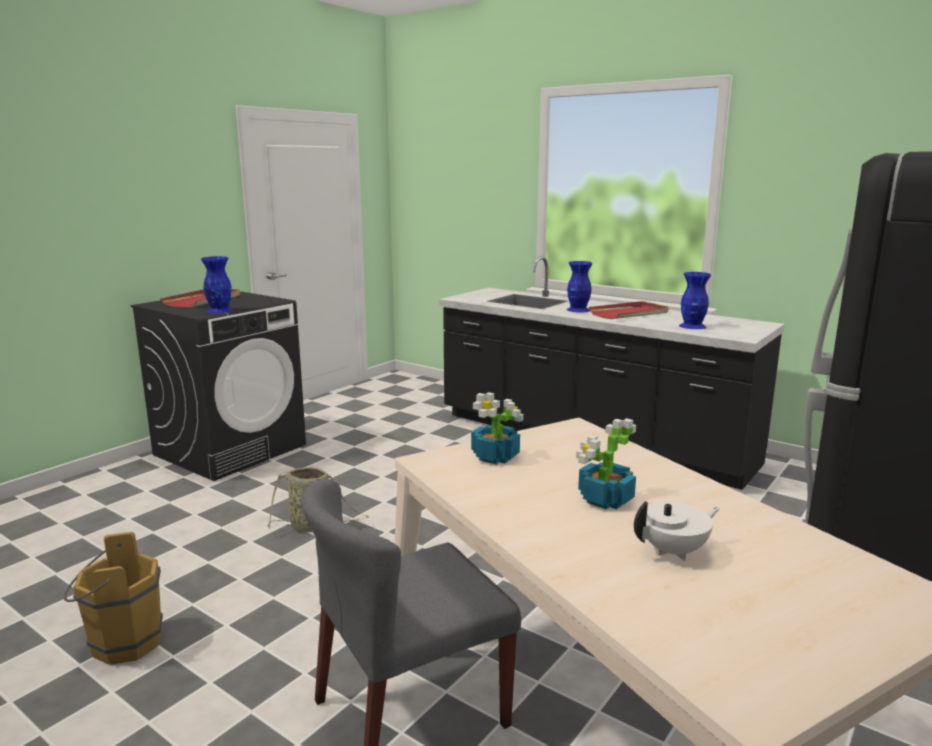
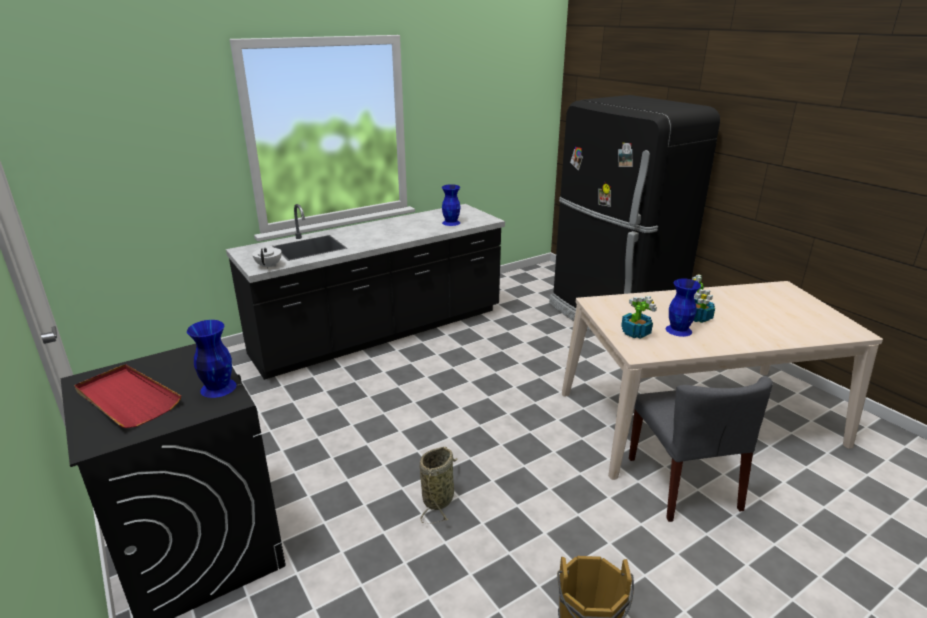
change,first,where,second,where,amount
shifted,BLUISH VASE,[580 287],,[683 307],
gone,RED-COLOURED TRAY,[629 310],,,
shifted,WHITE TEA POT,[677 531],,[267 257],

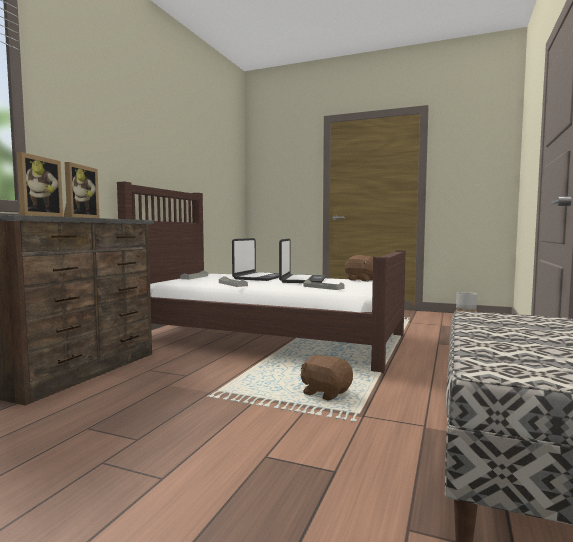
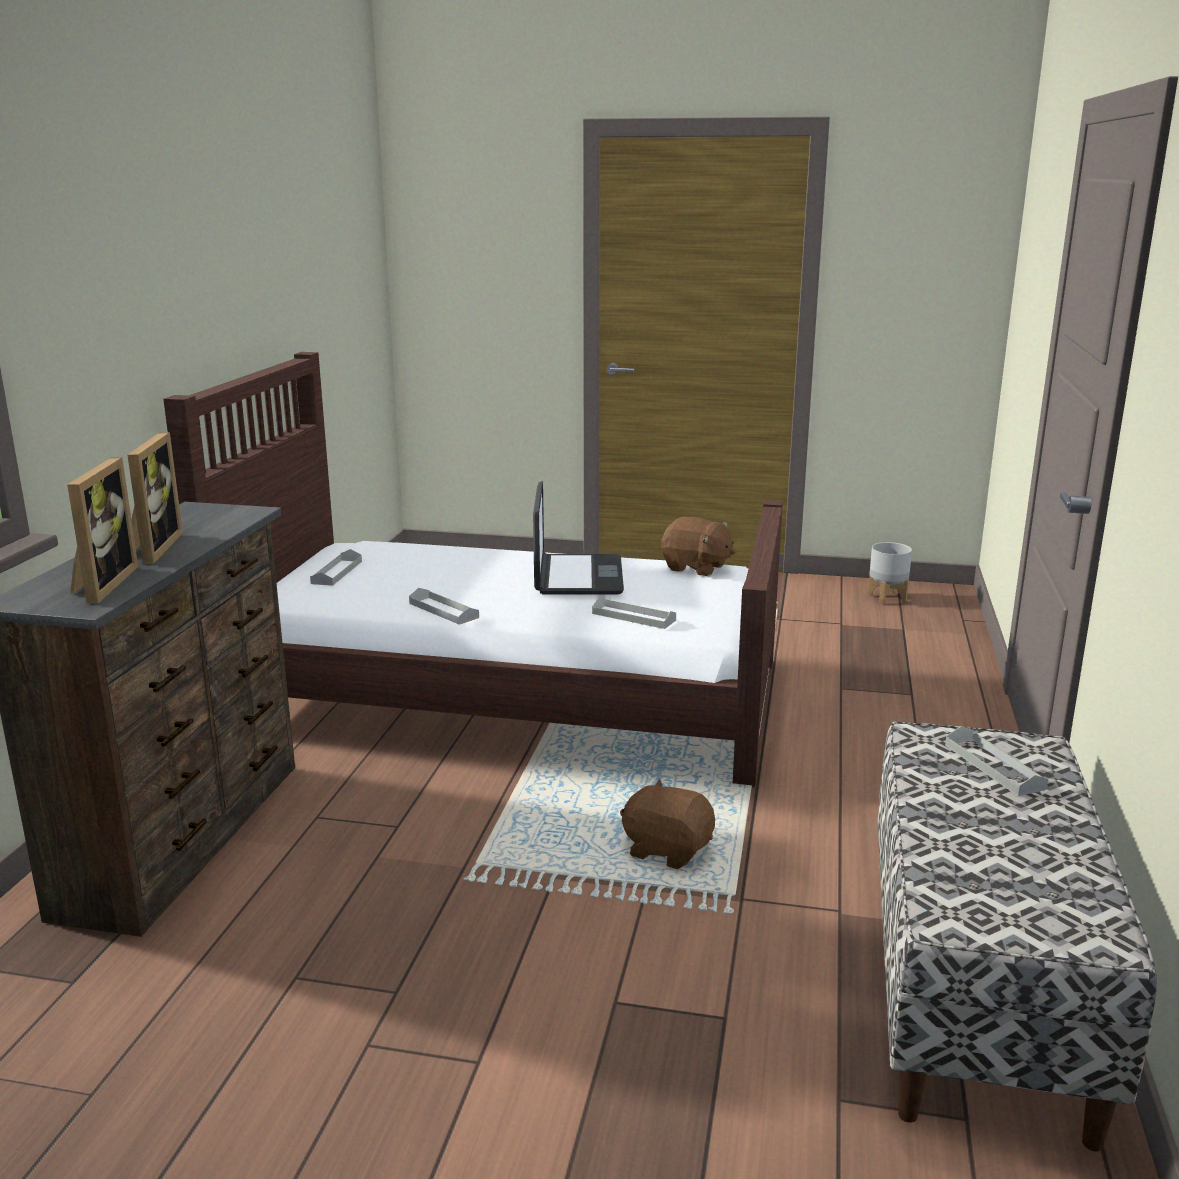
change,first,where,second,where,amount
gone,NOTEBOOK COMPUTER,[255 259],,,
new,,,GRAY TRAY,[996 761],

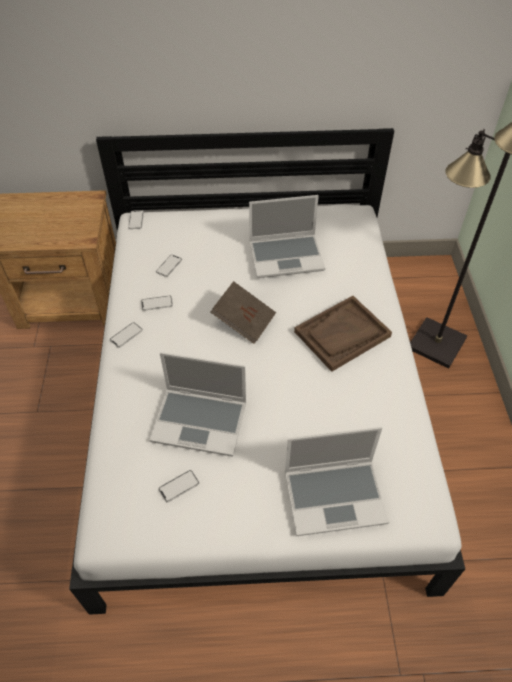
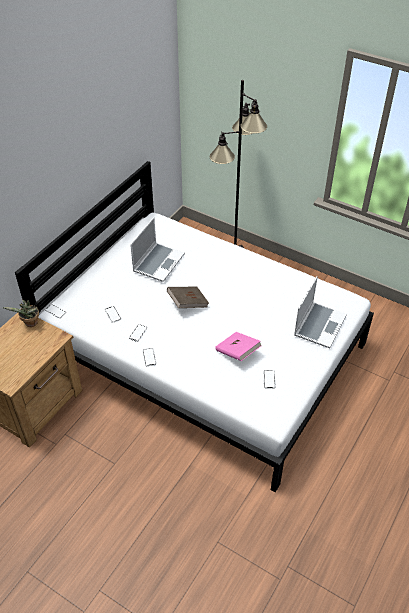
change,first,where,second,where,amount
gone,BROWNISH TRAY,[343 334],,,
swapped,NOTEBOOK COMPUTER,[198 404],PINKISH BOOK,[239 346],
new,,,PLANT IN A POT,[20 313],

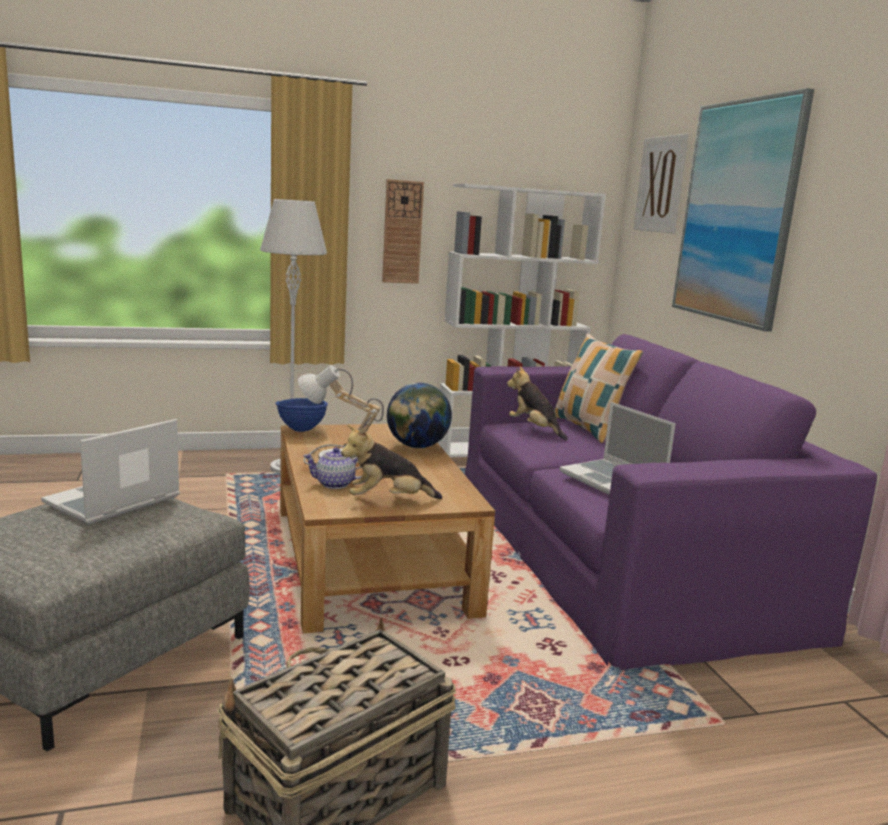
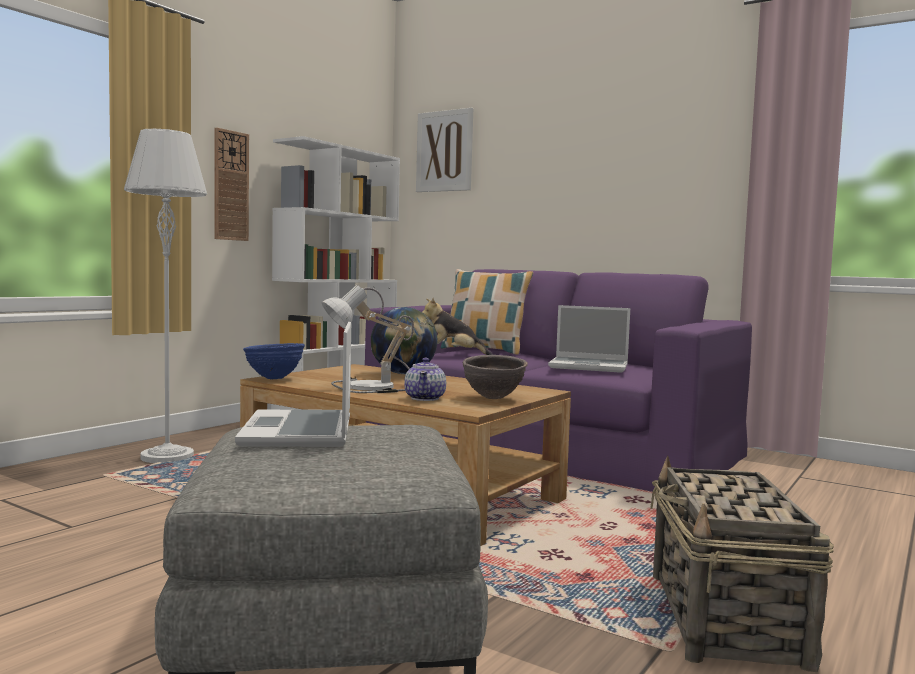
change,first,where,second,where,amount
gone,WALL PICTURE,[743 210],,,
swapped,SOFT TOY,[391 462],BROWNISH DEEP DISH,[495 377],
rotated,TEA POT,[332 468],,[425 379],45 degrees counterclockwise

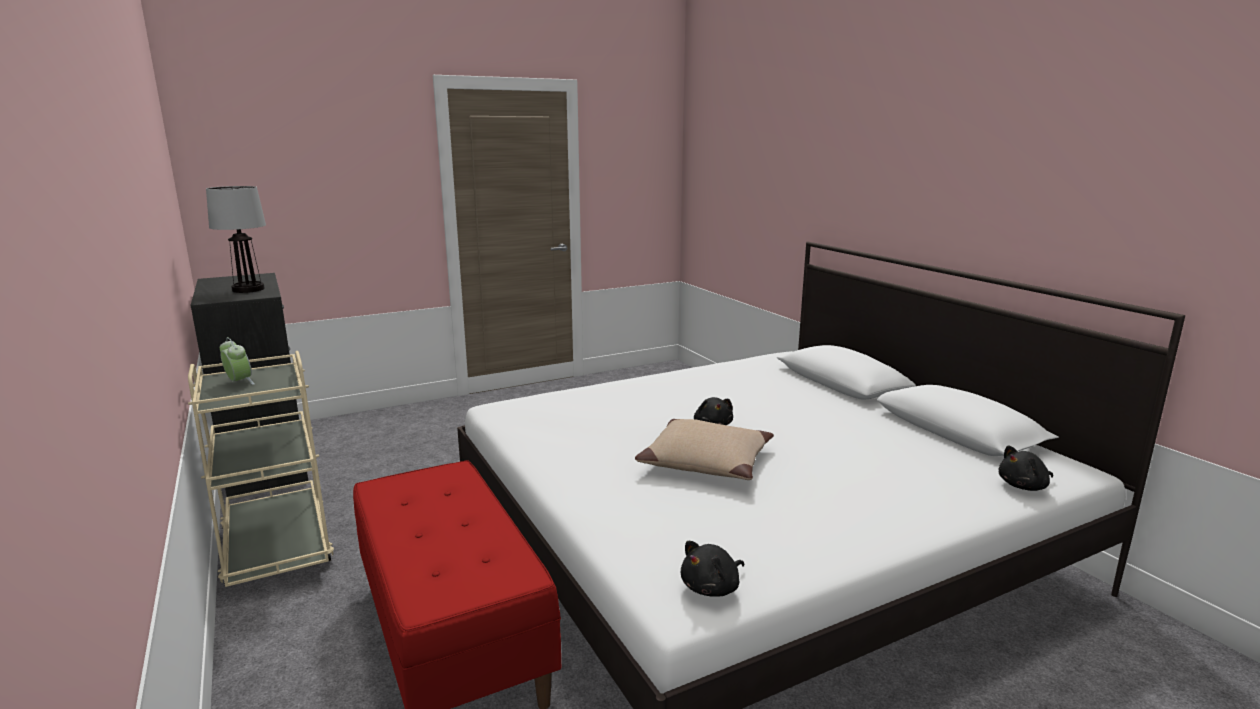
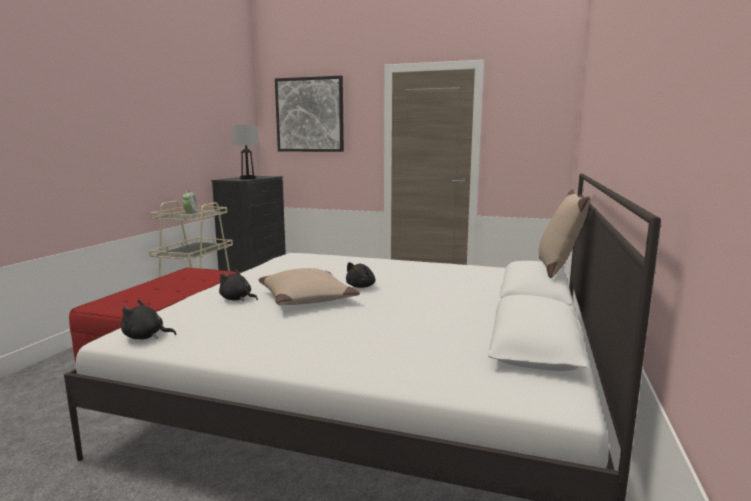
change,first,where,second,where,amount
shifted,BLACK SOFT TOY,[1026 468],,[238 285],
new,,,WALL PICTURE,[309 114],
new,,,SAND-COLOURED THROW PILLOW,[565 233],

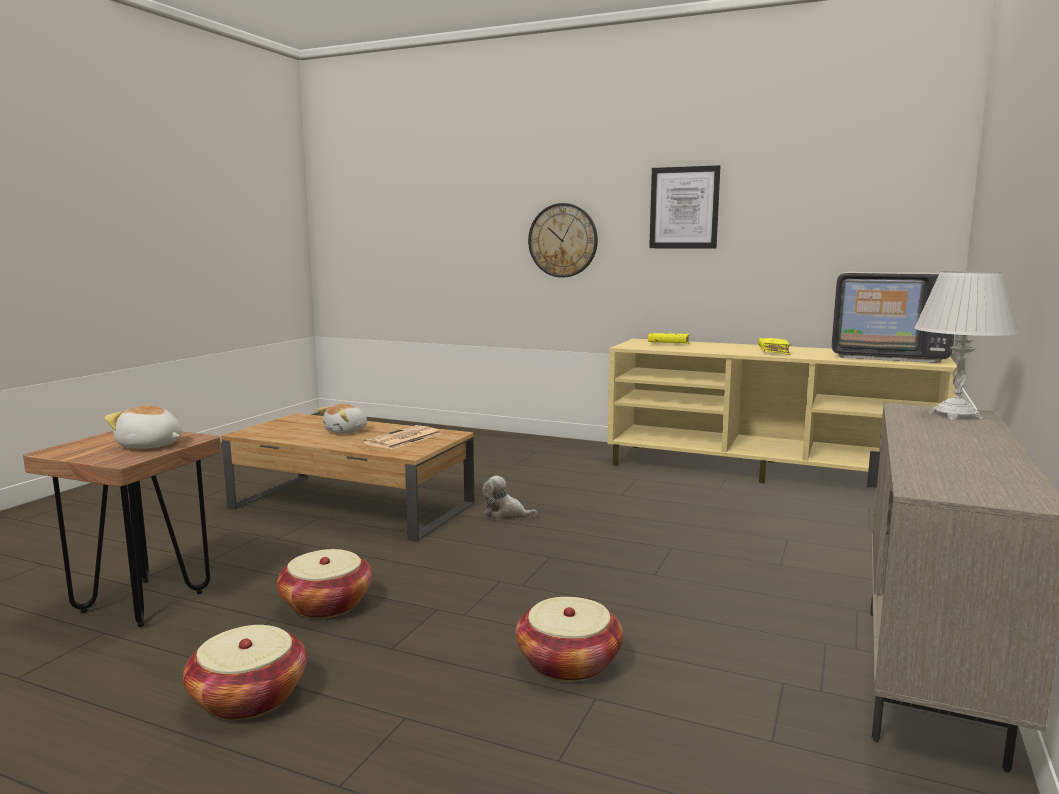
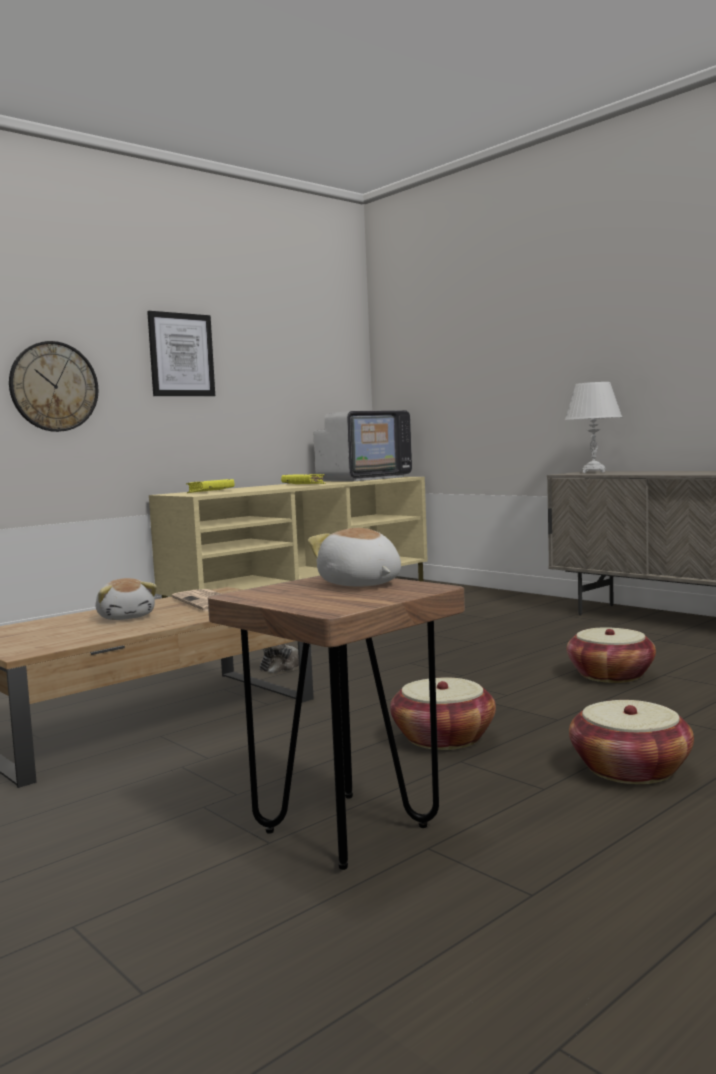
change,first,where,second,where,amount
rotated,SOFT TOY,[143 427],,[354 557],105 degrees clockwise

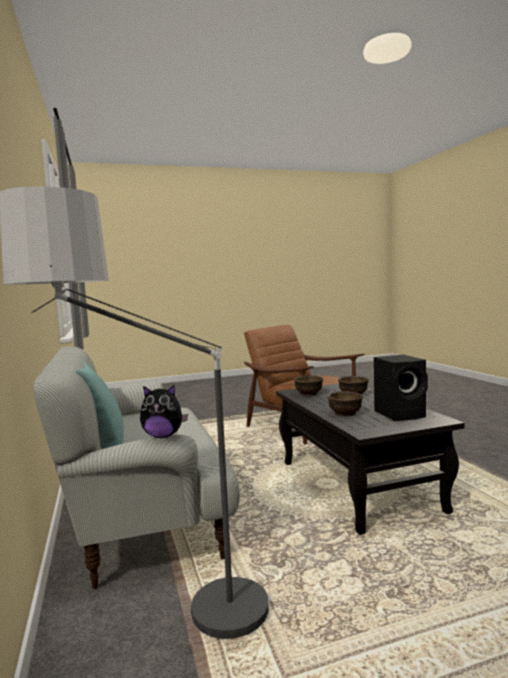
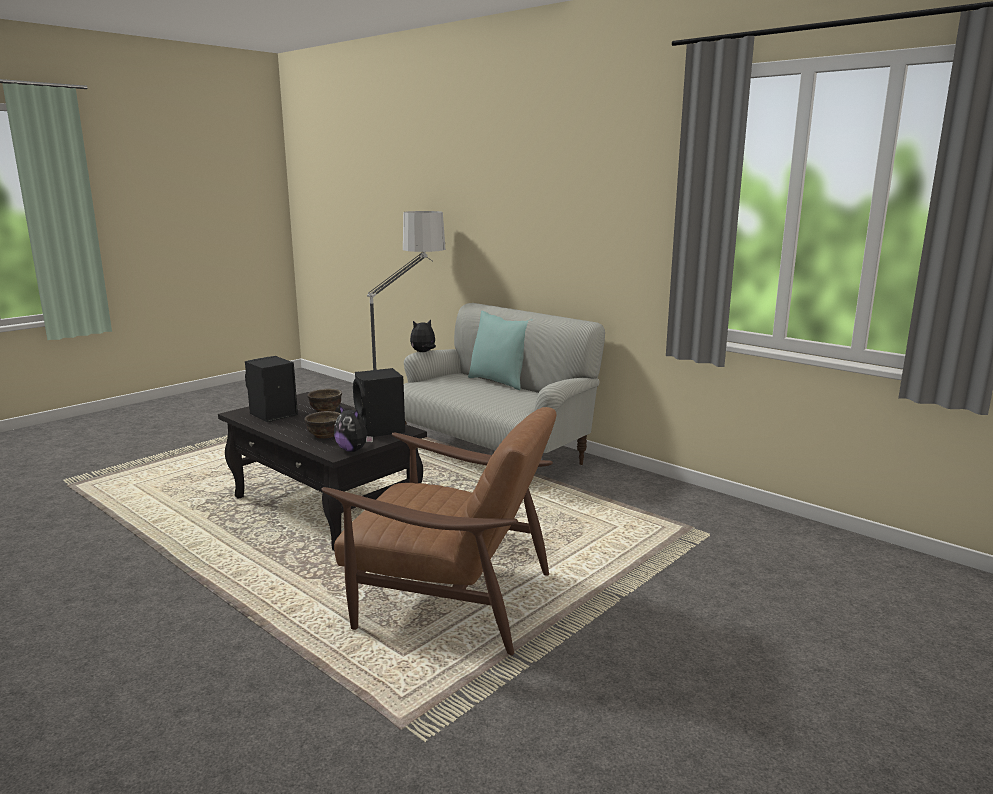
change,first,where,second,where,amount
swapped,BROWNISH DEEP DISH,[308 386],BLACK LOUDSPEAKER,[379 402],
new,,,SOFT TOY,[353 428],

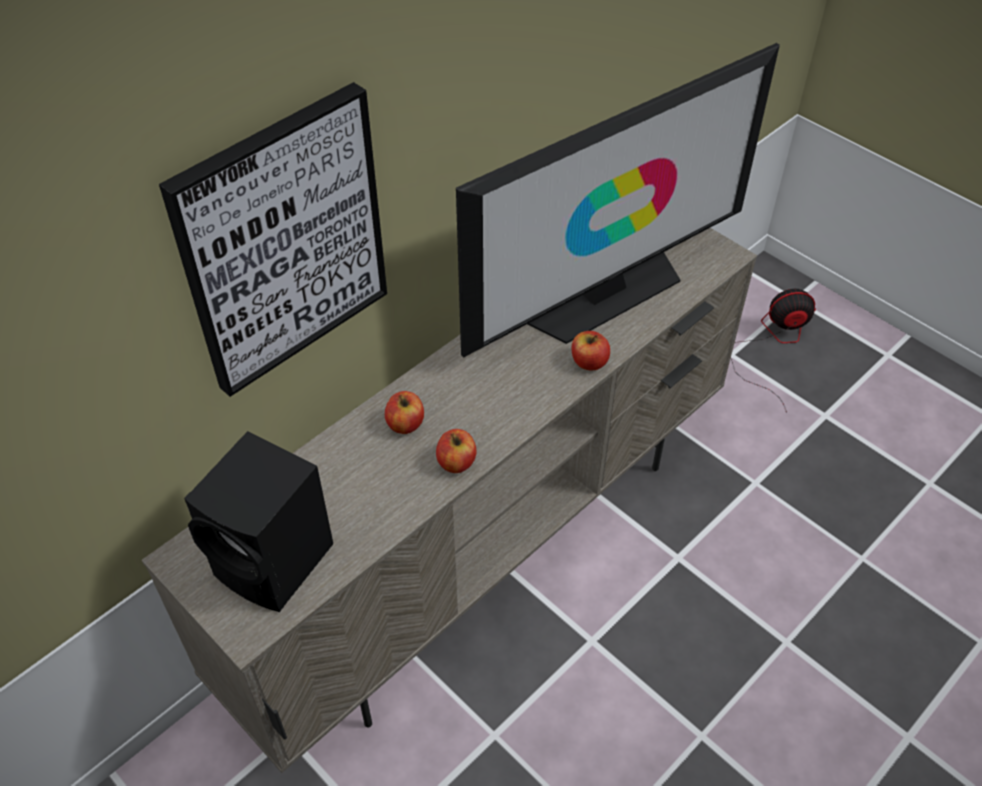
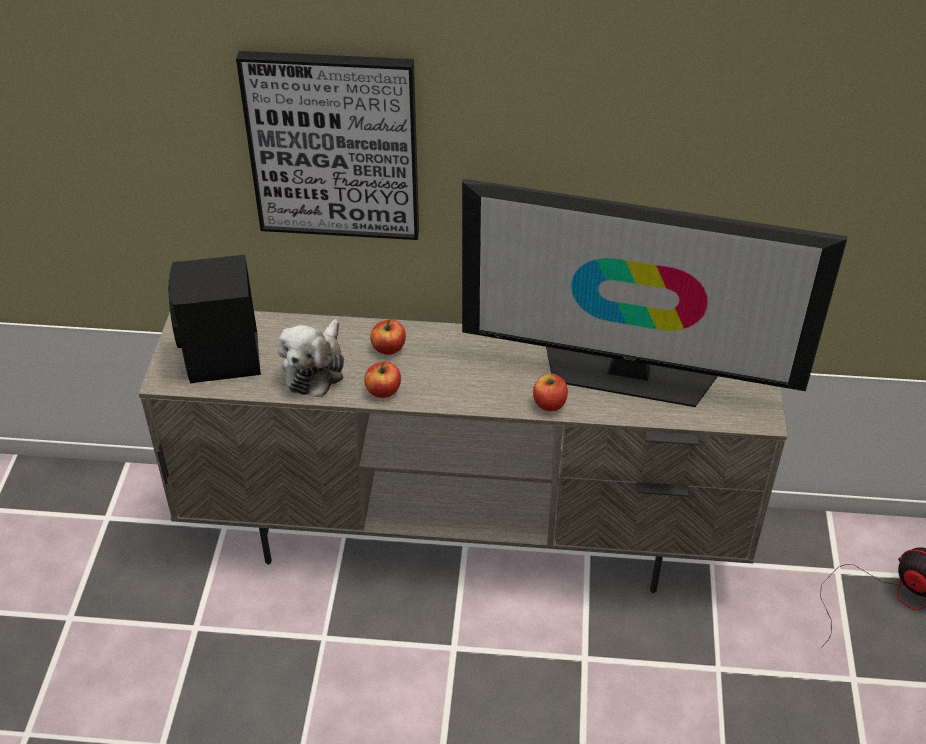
change,first,where,second,where,amount
new,,,SOFT TOY,[311 358],

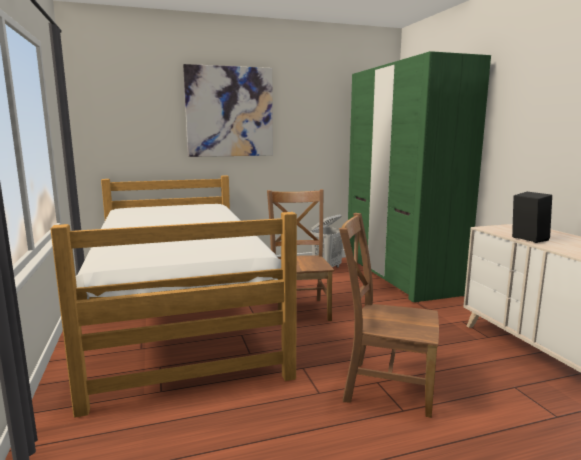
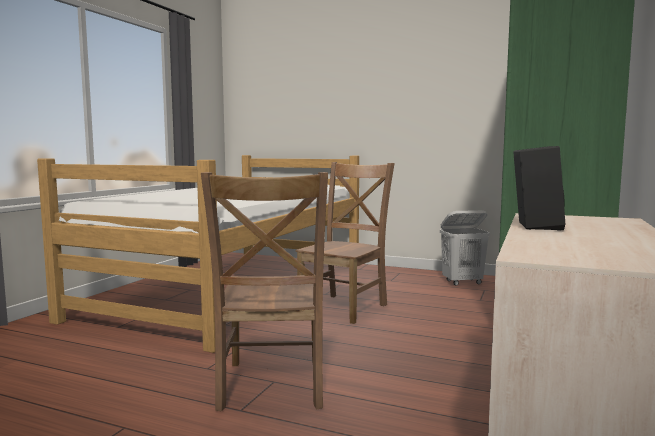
change,first,where,second,where,amount
gone,WALL PICTURE,[228 110],,,
rotated,BROWNISH UPRIGHT CHAIR,[389 315],,[264 291],150 degrees counterclockwise

